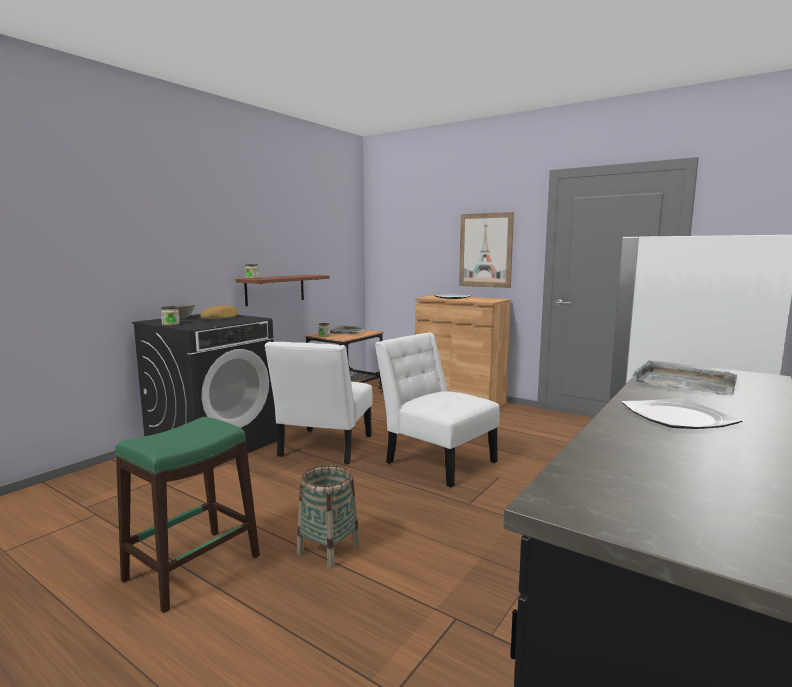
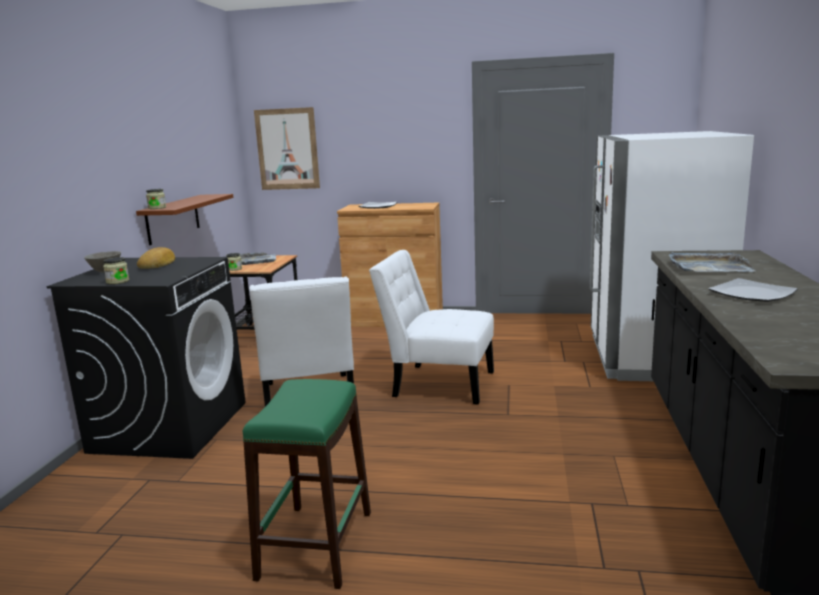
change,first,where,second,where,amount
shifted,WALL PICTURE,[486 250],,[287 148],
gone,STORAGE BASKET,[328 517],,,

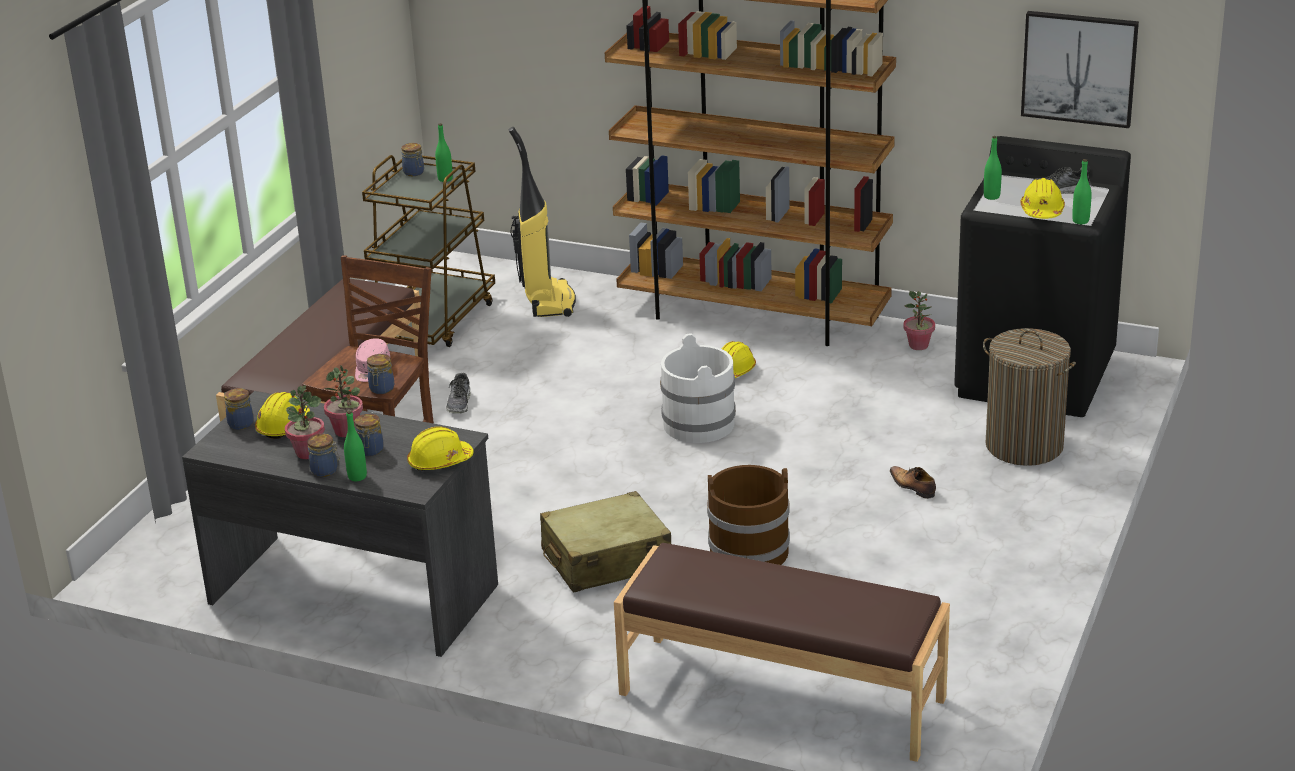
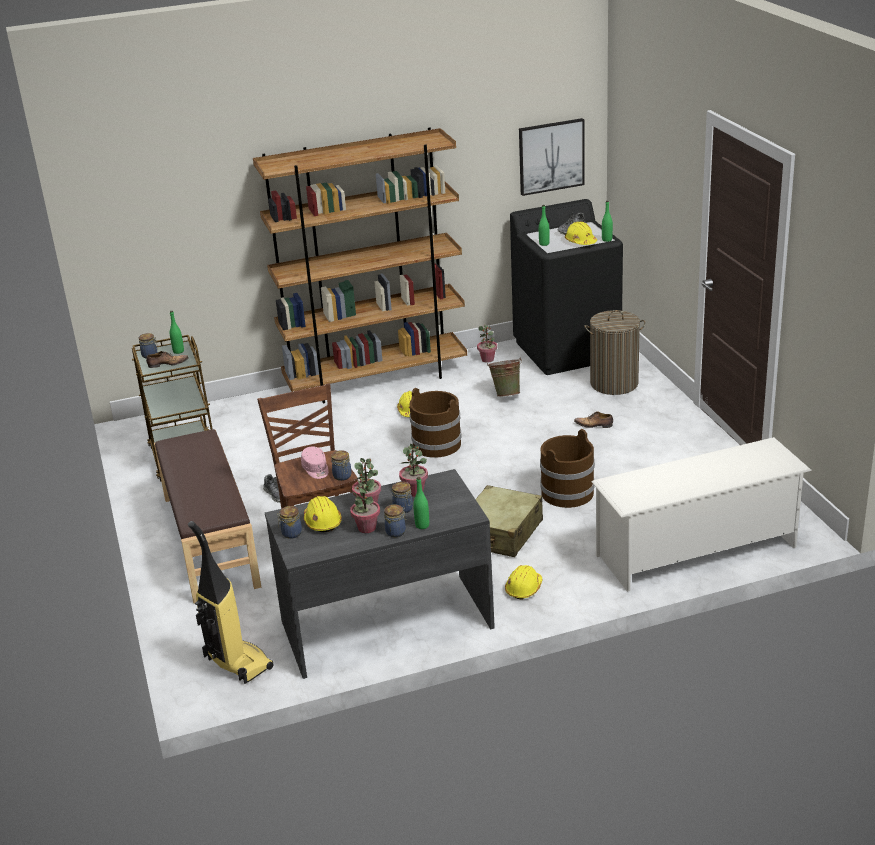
change,first,where,second,where,amount
shifted,HOOVER,[542 222],,[231 602],
repainted,WHITE PAIL,[698 388],BROWNISH PAIL,[436 423],
shifted,YELLOWISH WORK HELMET,[440 448],,[524 582],
swapped,BROWNISH BENCH,[782 652],WHITE SHOE SHELF,[702 514],
new,,,LOW SHOE,[167 359],
new,,,GREEN-COLOURED PAIL,[504 377],
new,,,PLANT IN A POT,[413 470],

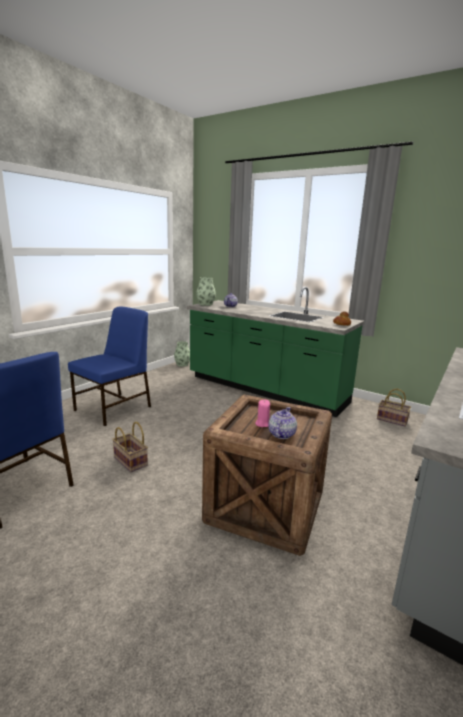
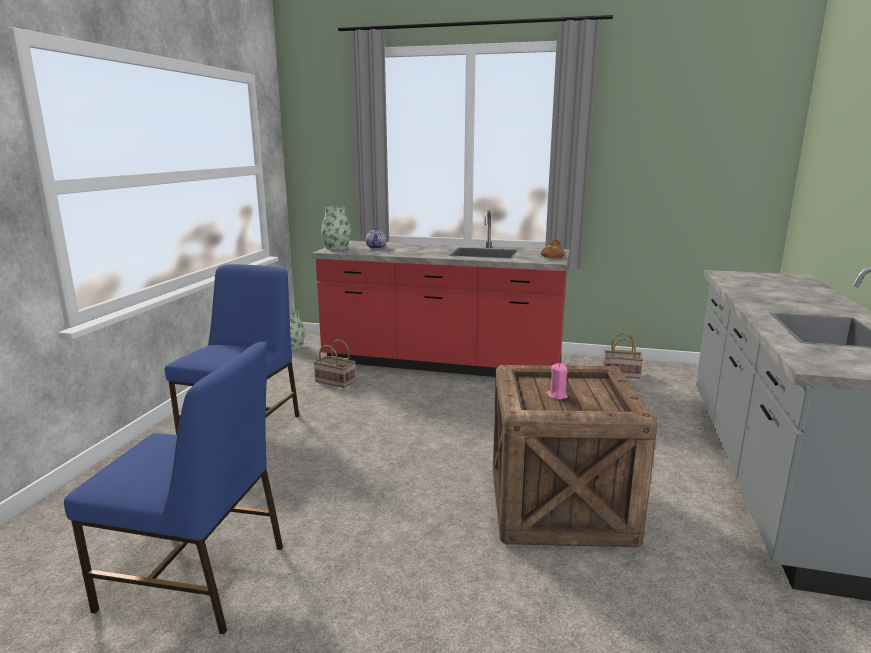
change,first,where,second,where,amount
repainted,GREEN-COLOURED KITCHEN COUNTER,[275 352],RED-COLOURED KITCHEN COUNTER,[441 293],
gone,TEA POT,[282 423],,,
shifted,STORAGE BASKET,[130 447],,[334 363],

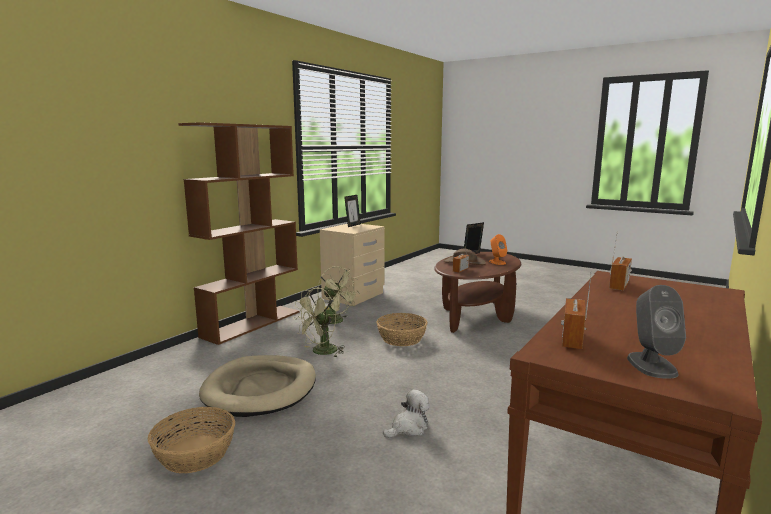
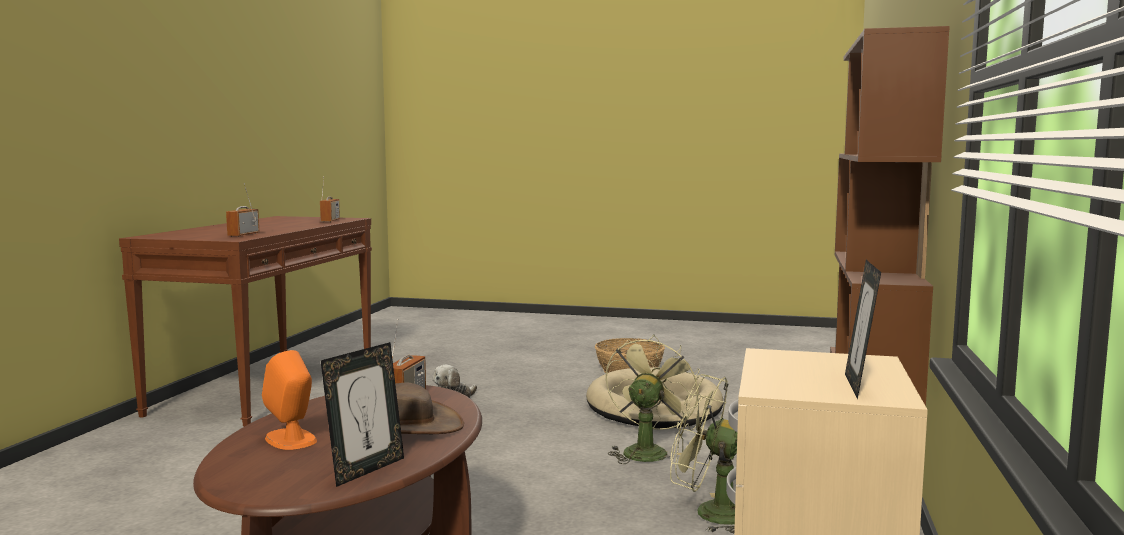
change,first,where,second,where,amount
gone,GRAY LOUDSPEAKER,[656 332],,,
gone,STORAGE BASKET,[401 329],,,

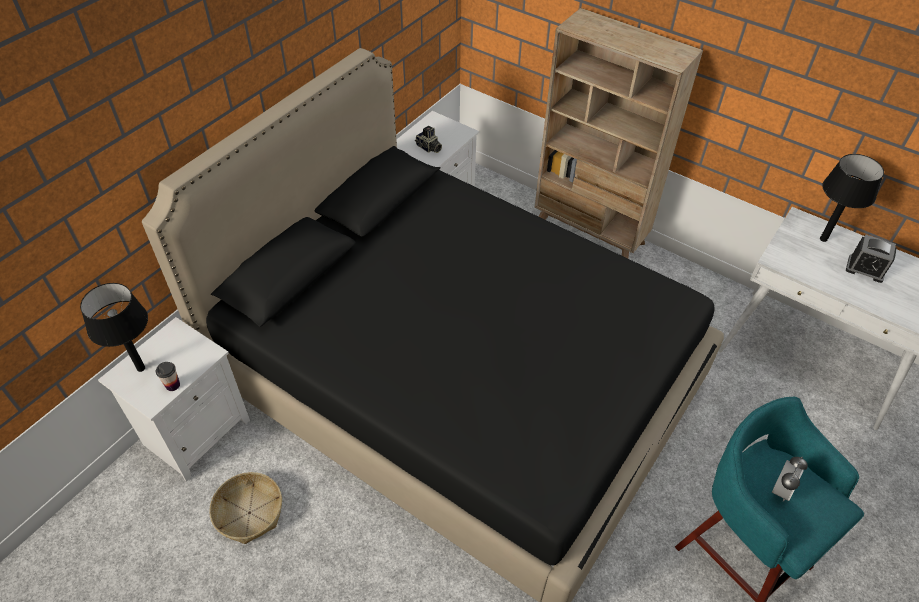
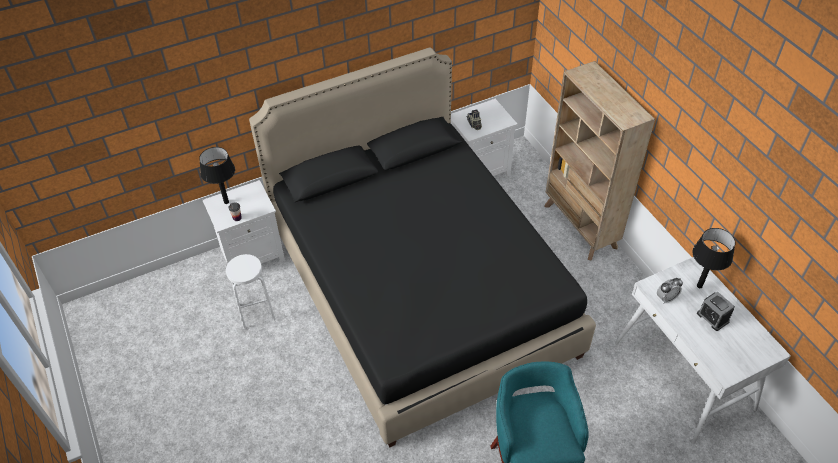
change,first,where,second,where,amount
shifted,BEDSIDE CLOCK,[790 479],,[670 291],
swapped,STORAGE BASKET,[245 508],WHITE SITTING STOOL,[251 291],

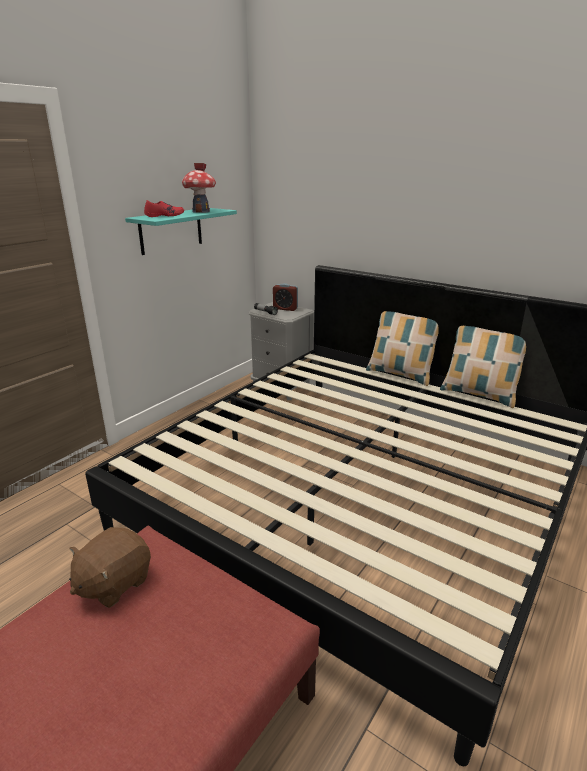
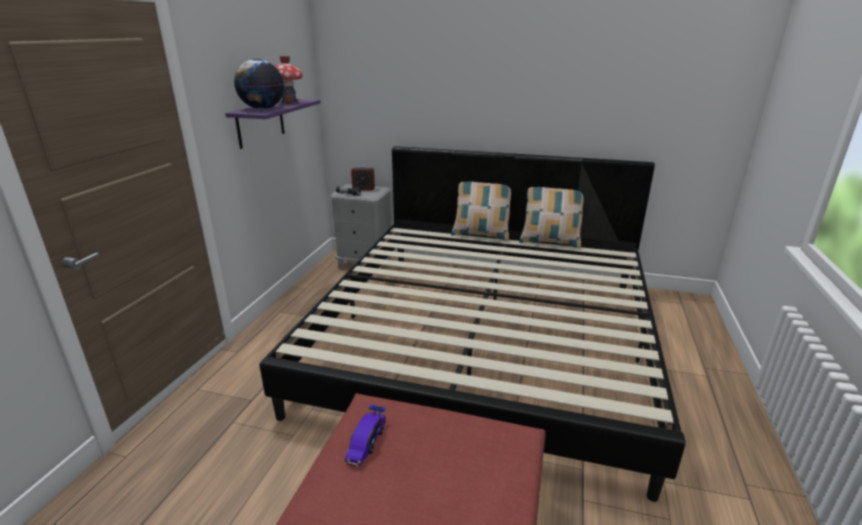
change,first,where,second,where,amount
swapped,RED-COLOURED LOW SHOE,[164 208],GLOBE,[259 84],
repainted,TURQUOISE-COLOURED WALL SHELF,[181 231],PURPLISH WALL SHELF,[273 124],
swapped,BROWNISH SOFT TOY,[110 567],TOY CAR,[365 436],

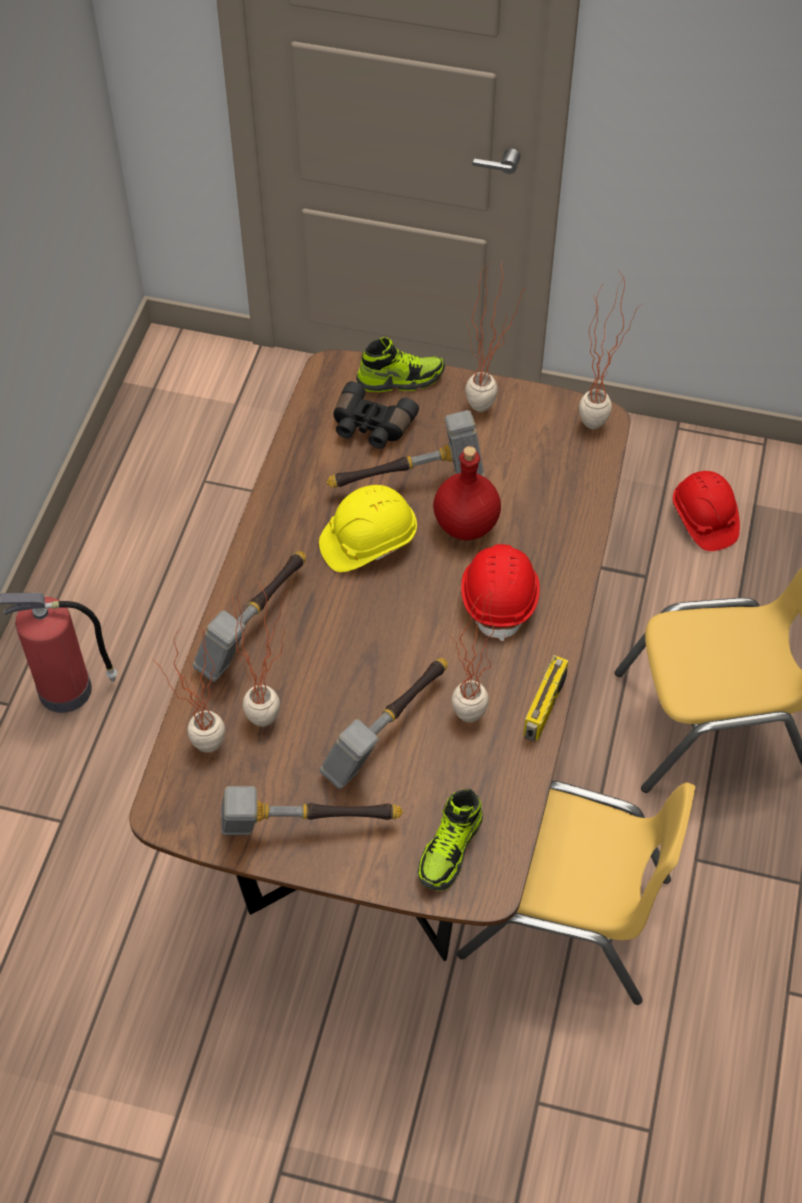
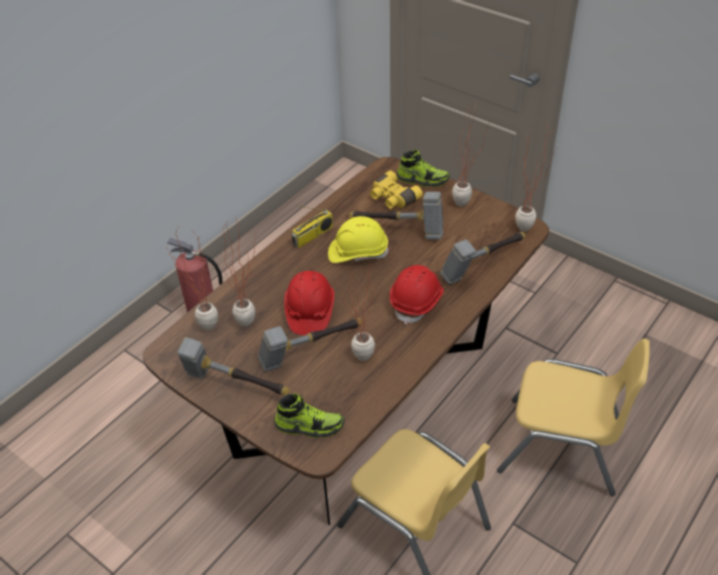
change,first,where,second,where,amount
repainted,BLACK PAIR OF BINOCULARS,[376 415],YELLOWISH PAIR OF BINOCULARS,[396 190],
gone,RED-COLOURED DRINK BOTTLE,[467 493],,,
shifted,RED-COLOURED WORK HELMET,[706 511],,[309 303],
shifted,HAND HAMMER,[249 616],,[482 258],
shifted,RADIO RECEIVER,[546 698],,[312 226],
rotated,LOW SHOE,[450 840],,[309 415],135 degrees counterclockwise

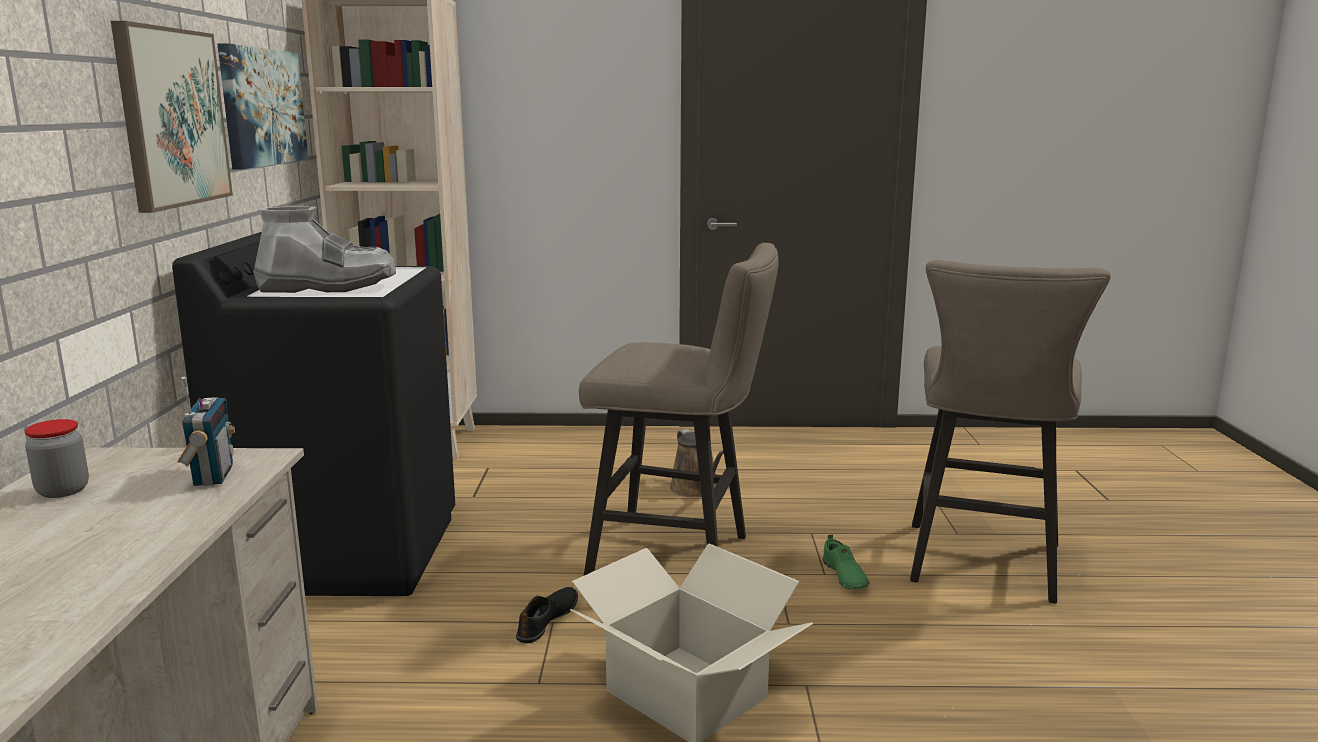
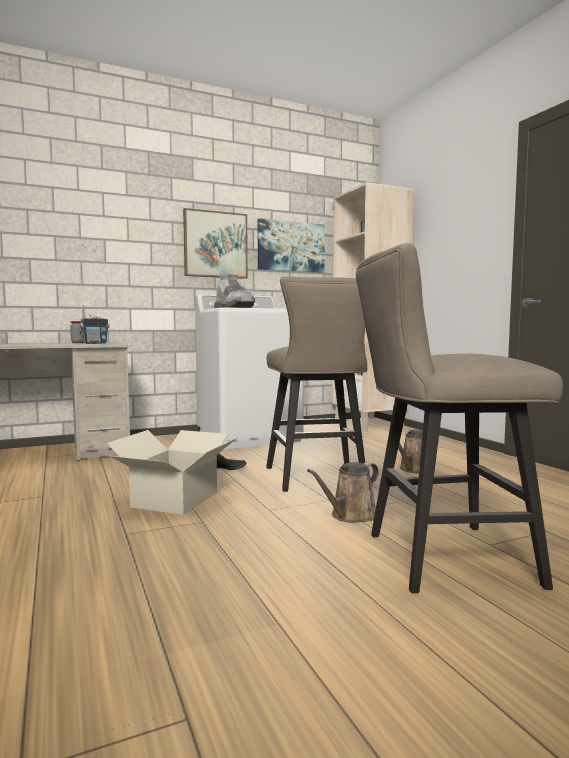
change,first,where,second,where,amount
repainted,BLACK LAUNDRY APPLIANCE,[313 414],WHITE LAUNDRY APPLIANCE,[249 371],
swapped,GREEN-COLOURED LOW SHOE,[846 562],BROWNISH SPRINKLING CAN,[343 492],

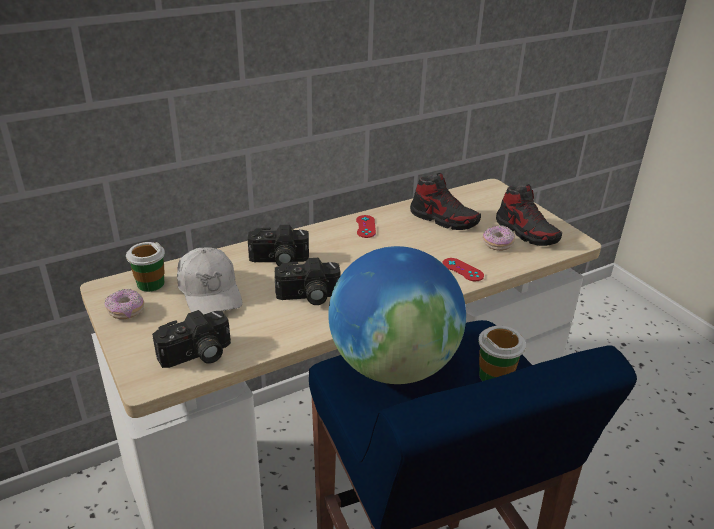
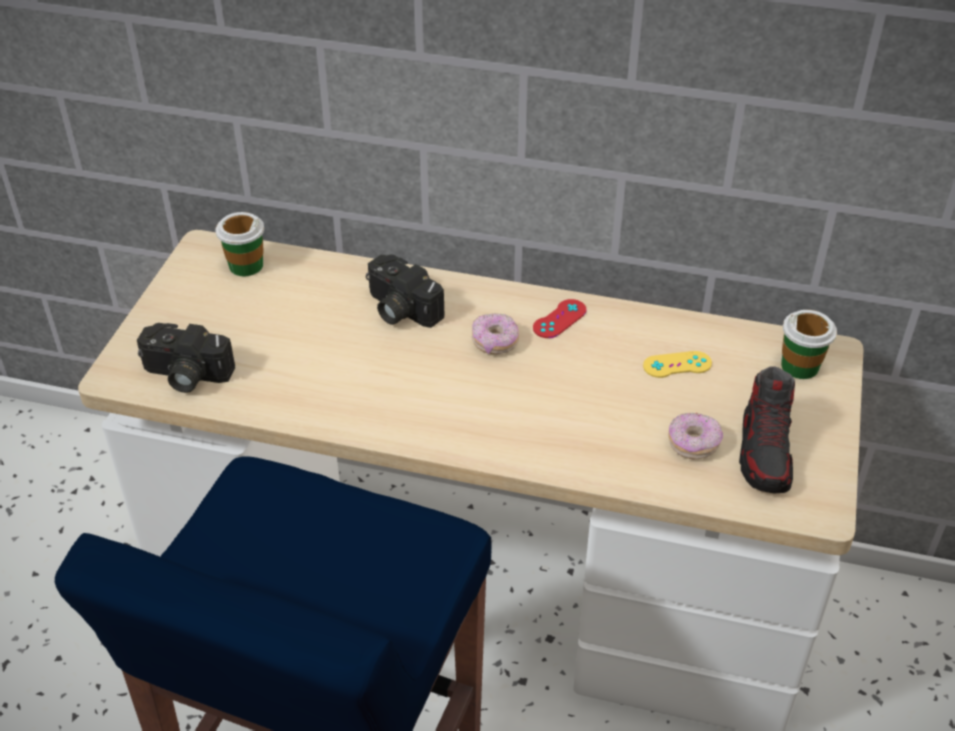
change,first,where,second,where,amount
swapped,LOW SHOE,[445 201],YELLOWISH GAME CONTROLLER,[677 364],
gone,GLOBE,[397 315],,,
gone,WHITE CAP,[209 280],,,
gone,PHOTO CAMERA,[308 281],,,
gone,RED-COLOURED GAME CONTROLLER,[463 269],,,
shifted,DOUGHNUT,[124 304],,[495 333],
shifted,DRINKING CUP,[502 353],,[809 344],

